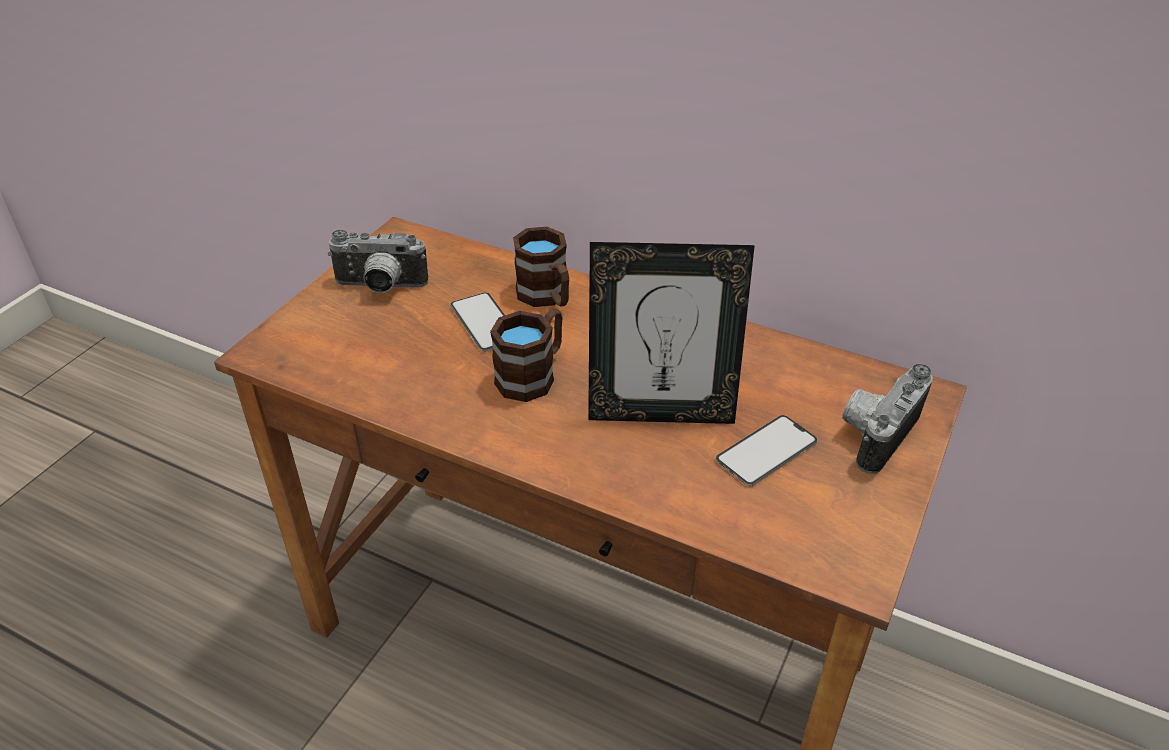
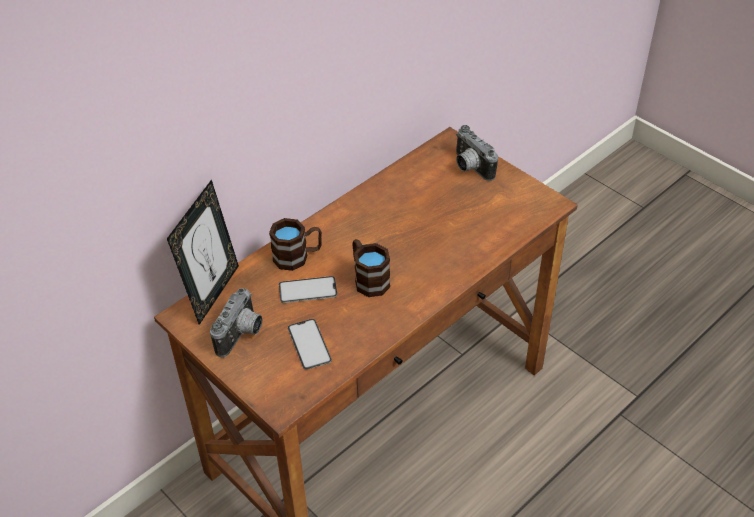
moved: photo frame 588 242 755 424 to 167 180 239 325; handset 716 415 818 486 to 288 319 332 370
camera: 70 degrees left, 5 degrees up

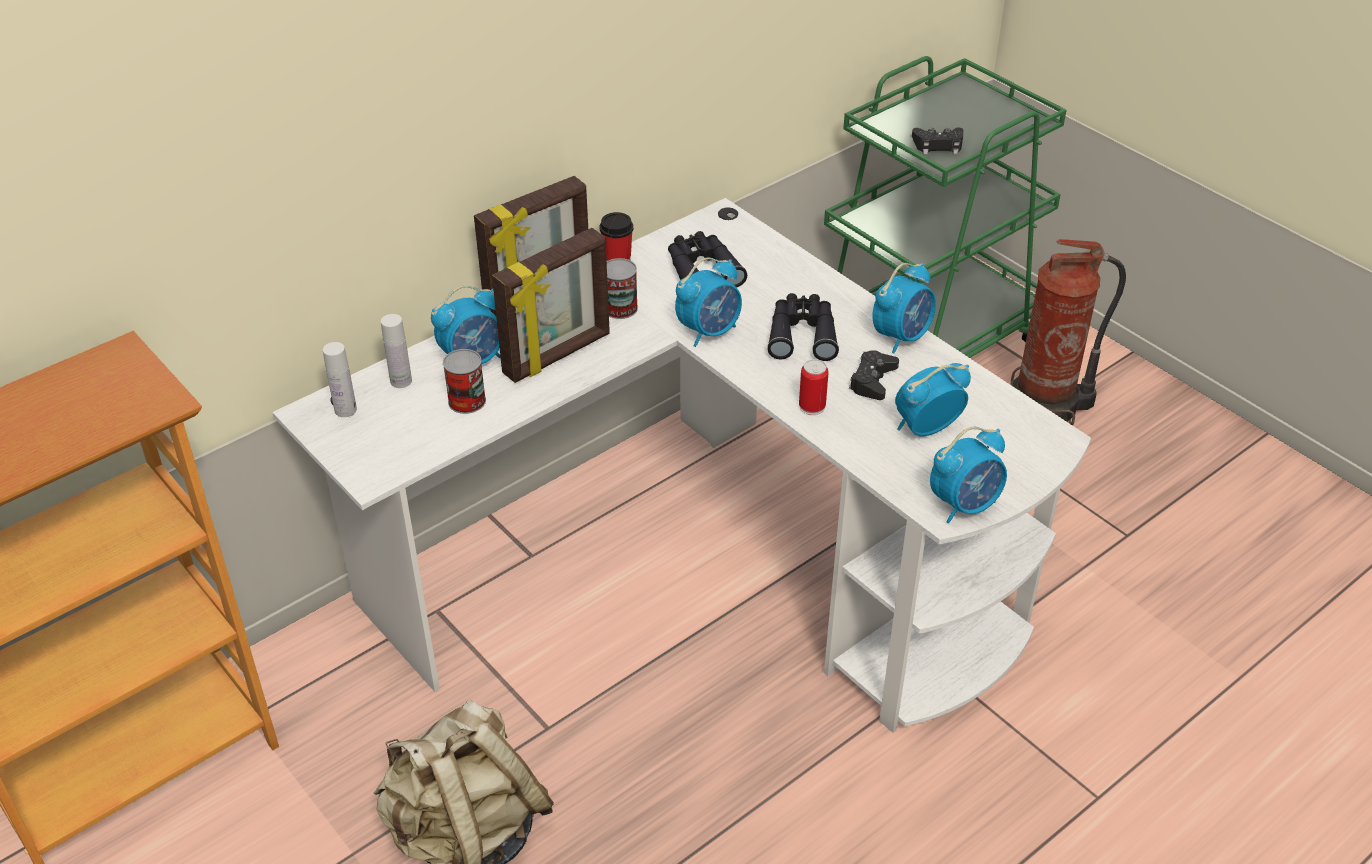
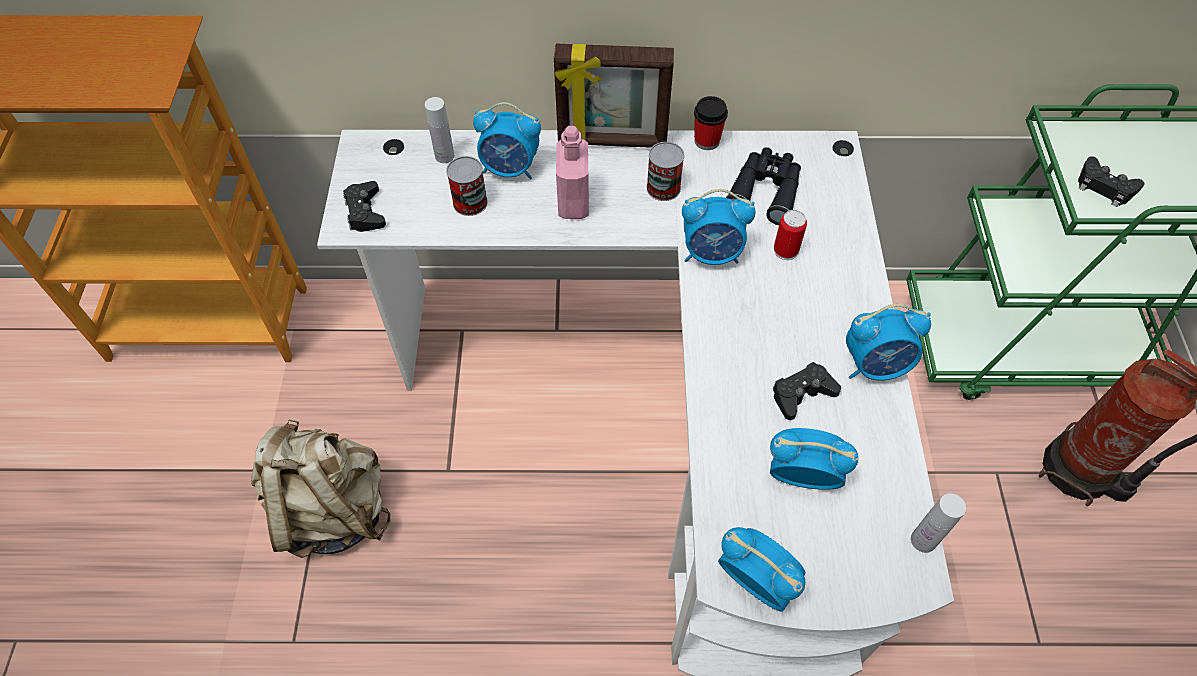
removed: pair of binoculars/black-coloured 767 293 839 361
added: joypad/black-coloured 343 181 386 232
moved: beverage bottle/white 323 342 357 417 to 911 493 966 553; sealed can 799 359 829 415 to 774 210 807 260
replaced: photo frame 492 228 610 383 to beverage bottle/pinkish 556 126 589 219
turned: table clock 930 427 1007 523 = 718 527 805 612 150 degrees counterclockwise
camera: 40 degrees right, 15 degrees up

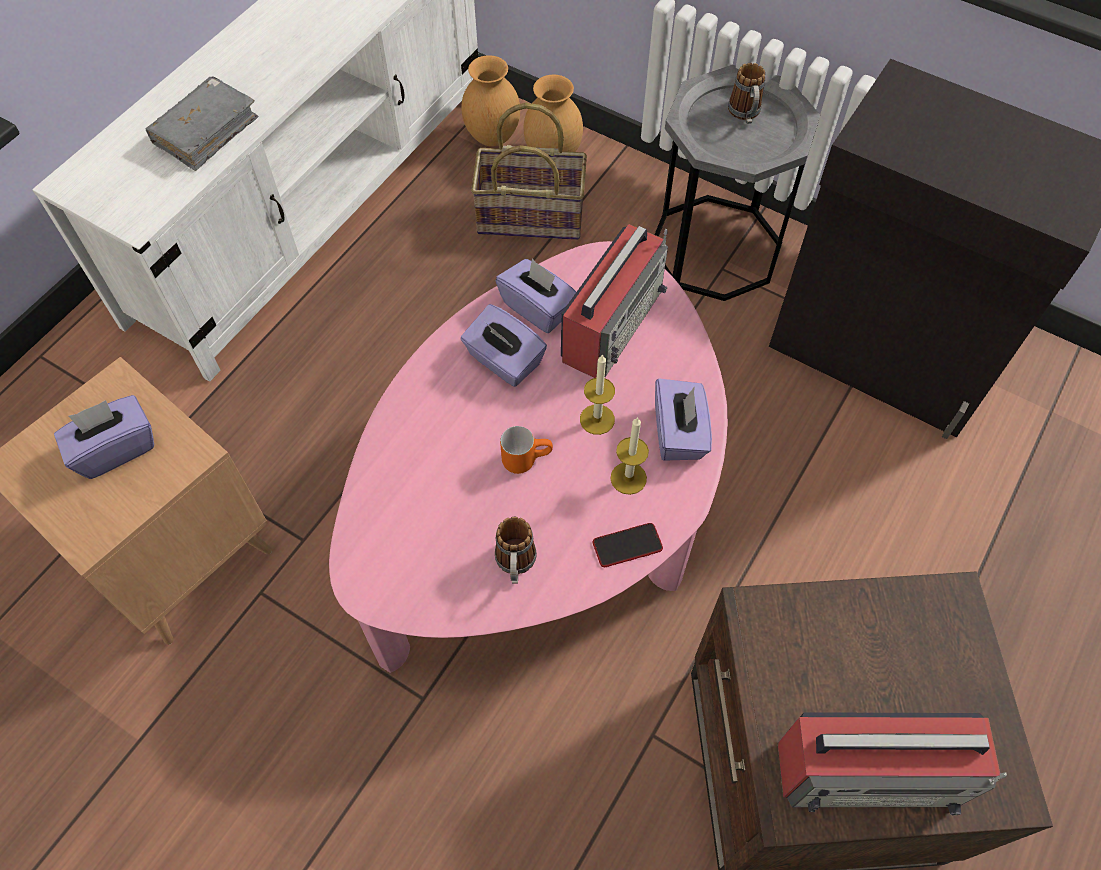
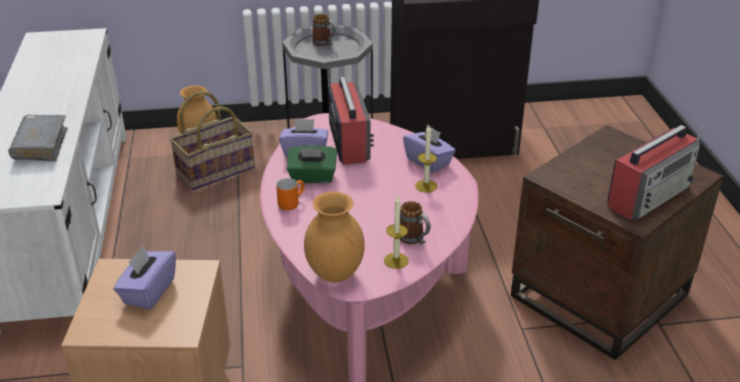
removed: handset 593 523 663 567
moved: vase/brownish 461 55 520 146 to 304 192 365 283; coffee mug/orange 500 426 553 474 to 276 178 304 210; wax candle 580 354 615 435 to 384 196 409 269
recoloured: box of tissues/purple-coloured 460 304 547 387 to box of tissues/greenish 287 145 337 183
camera: 40 degrees left, 25 degrees down

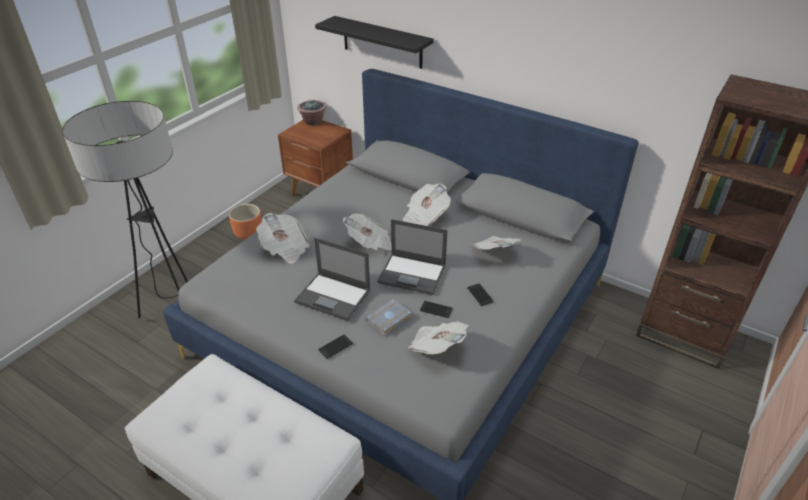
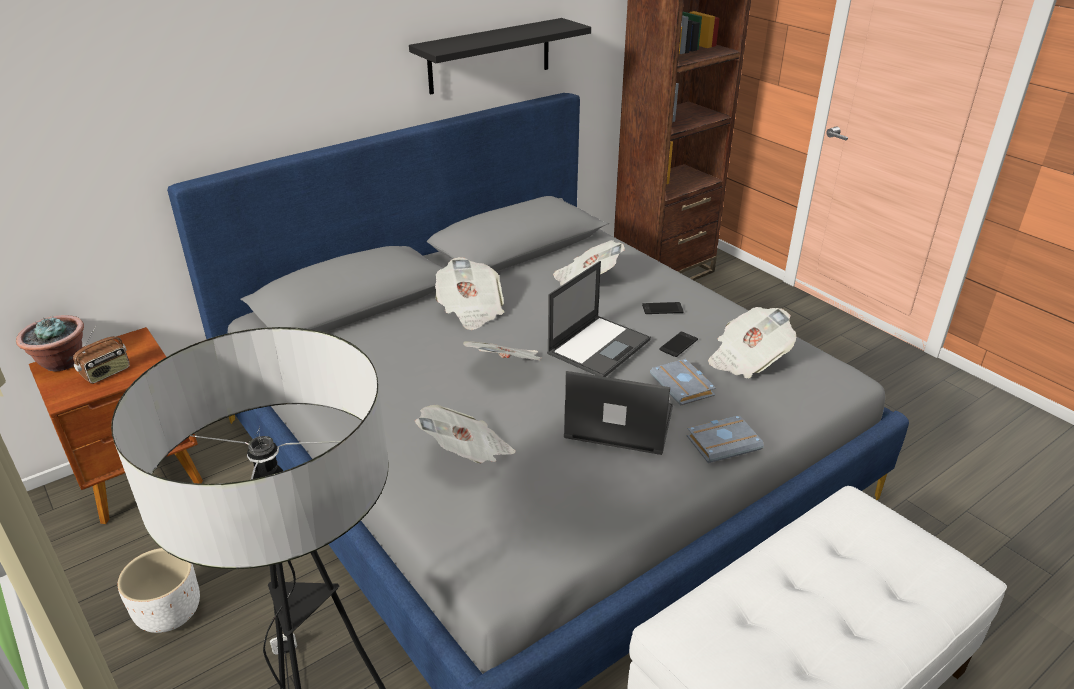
added: radio 73 325 130 384
moved: bracket shelf/black-coloured 315 16 434 69 to 409 18 591 95
replaced: handset 318 335 353 359 to volume/gray 687 415 764 463
recoloured: planter/orange 229 204 262 240 to planter/white 118 548 200 633
turned: laptop 294 238 371 321 = 564 371 673 455 120 degrees counterclockwise
camera: 70 degrees left, 5 degrees down

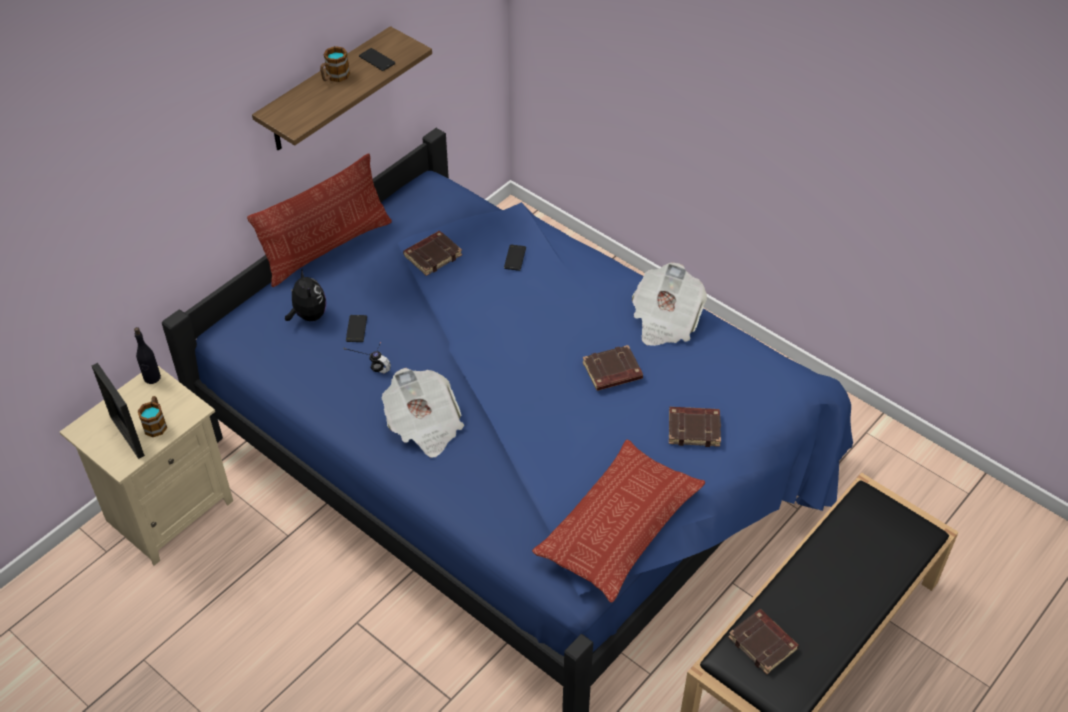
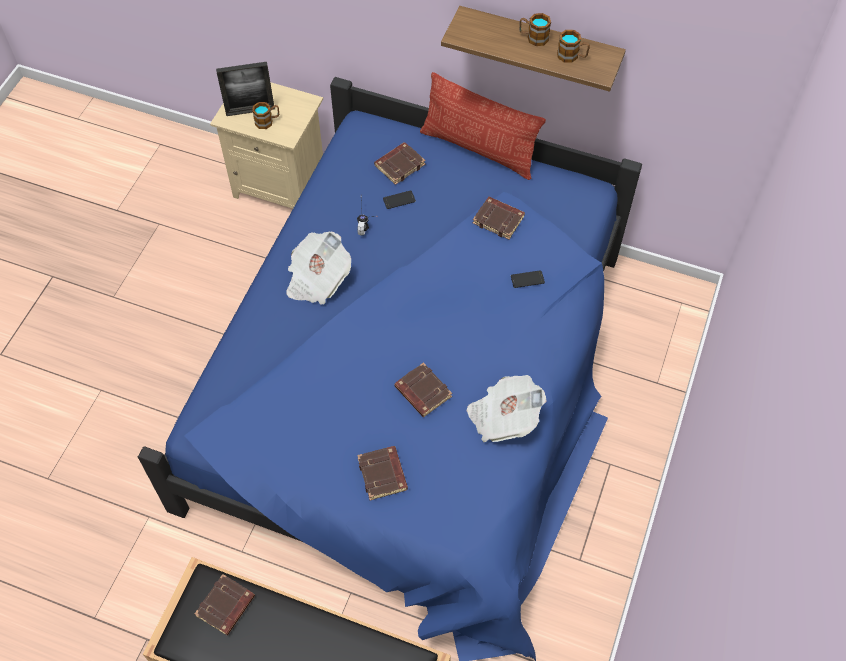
removed: beverage bottle/black-coloured 134 327 161 384; cushion 532 440 705 603
replaced: cuddly toy 285 269 327 321 to volume/brownish 374 142 426 185; handset 359 48 395 71 to coffee mug 557 30 590 63
turned: photo frame 92 363 145 459 = 216 62 275 116 135 degrees counterclockwise
camera: 70 degrees right, 10 degrees up

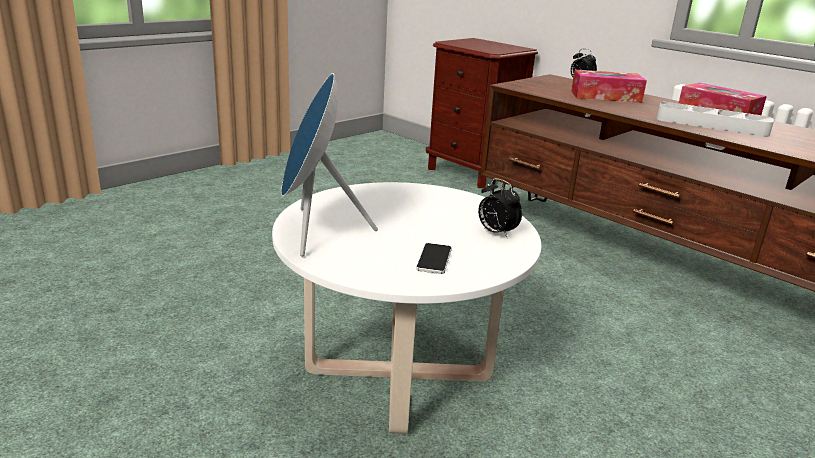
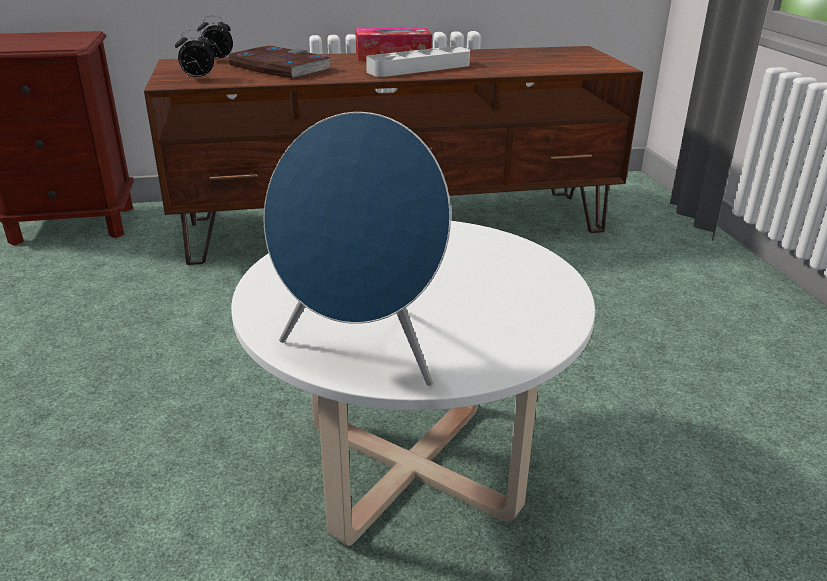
removed: handset 416 243 452 274
moved: table clock 478 178 522 238 to 175 30 214 80
replaced: box of tissues 571 70 647 103 to volume 229 46 333 78
camera: 55 degrees left, 5 degrees up

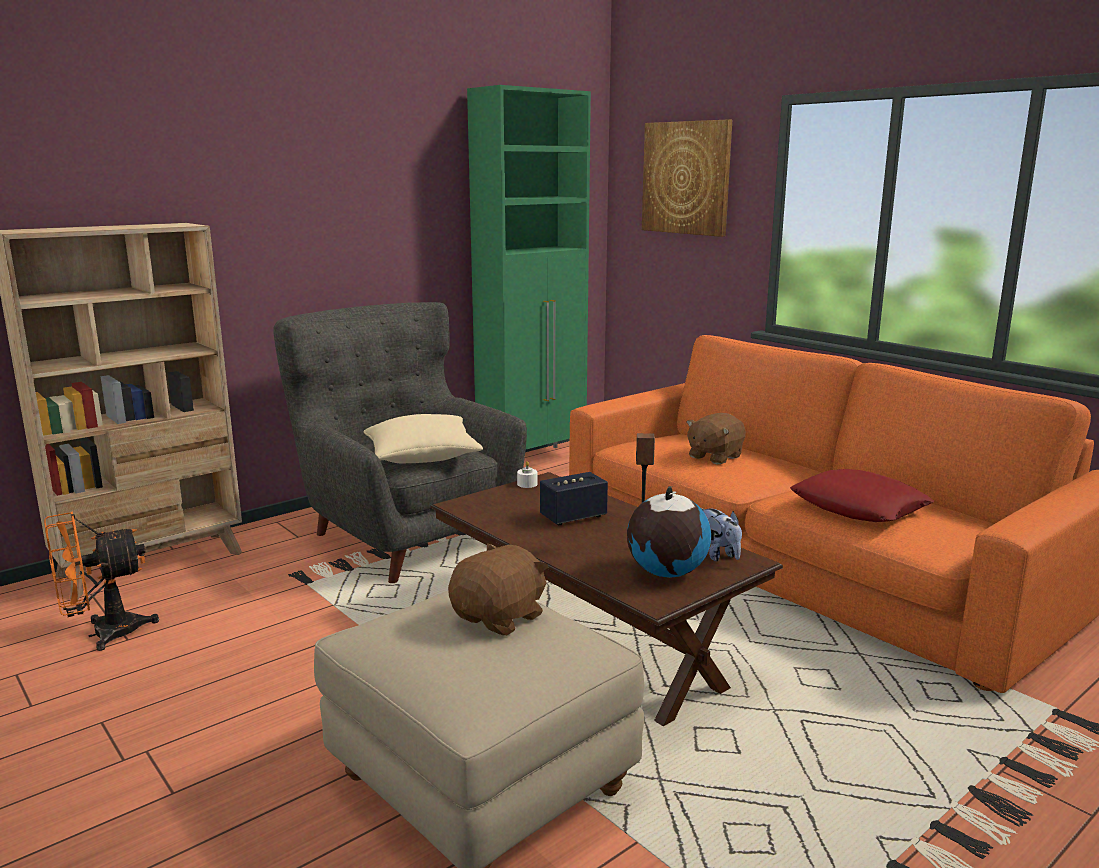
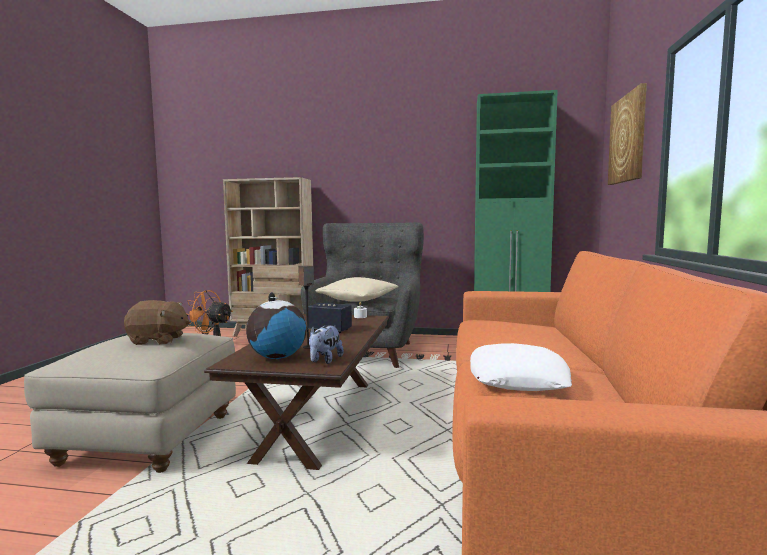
removed: cuddly toy/brownish 686 413 746 464
recoloured: cushion/reddish 790 469 934 522 to cushion/white 470 343 572 391
camera: 50 degrees right, 10 degrees down

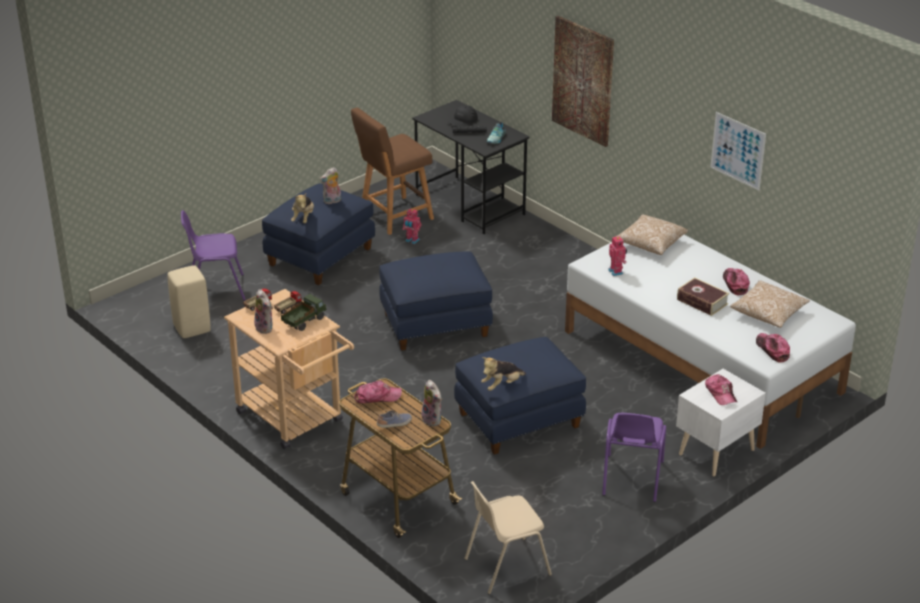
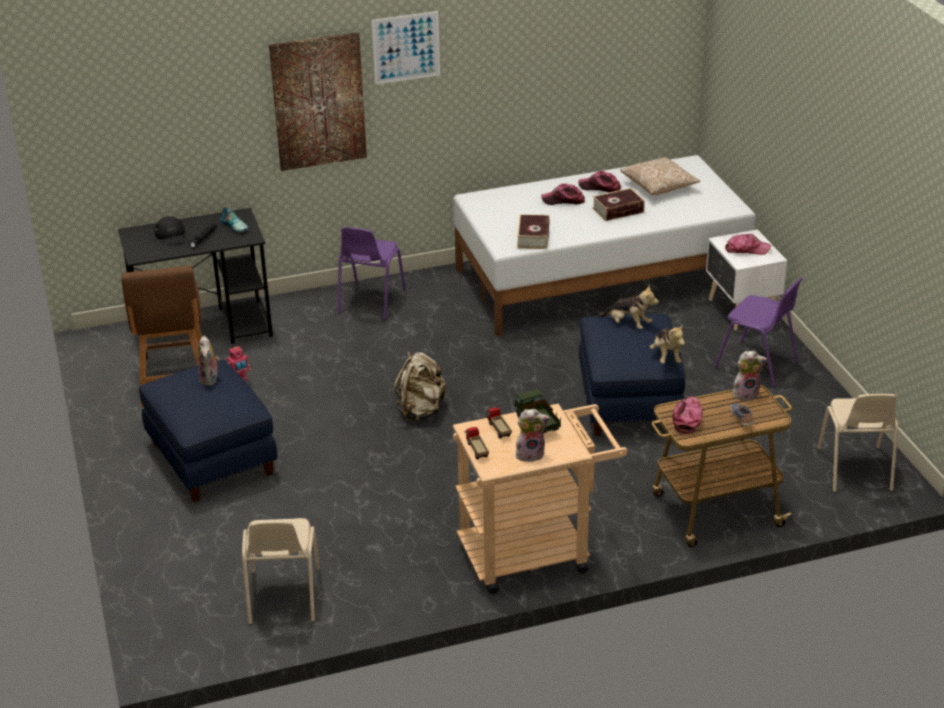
removed: cushion 616 214 688 255
moved: upright chair/purple-coloured 181 210 246 301 to 338 227 406 320; cuddly toy 291 193 314 223 to 597 285 659 329; picture 710 112 766 190 to 372 11 440 85; cap 756 333 790 363 to 541 183 585 205
replaced: stool seat/beige 167 265 211 338 to upright chair/beige 242 518 320 625; footrest/blue 379 252 493 351 to knapsack/beige 394 351 447 422; model robot 608 235 627 276 to volume 517 214 550 249
camera: 65 degrees left, 0 degrees up

